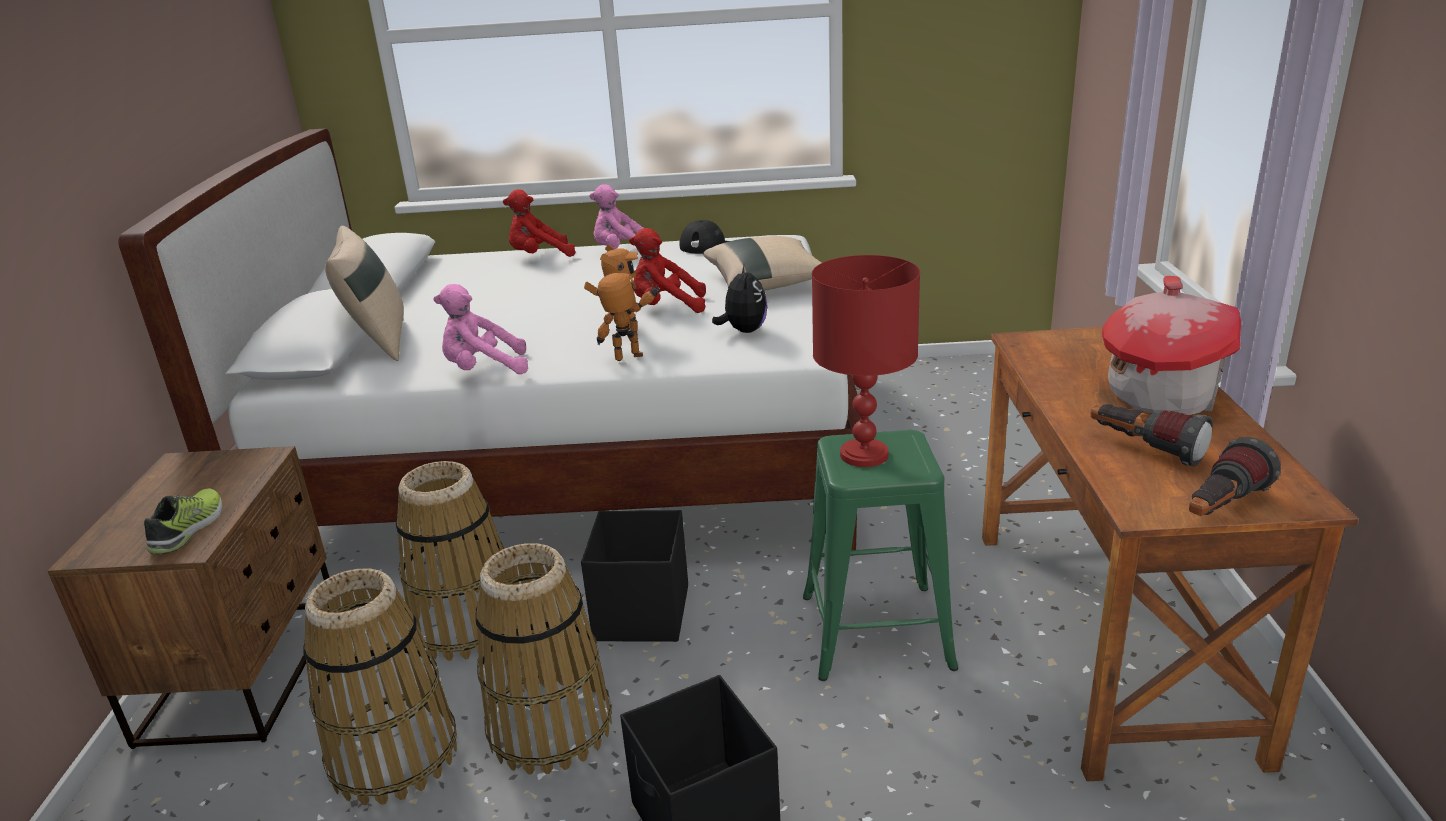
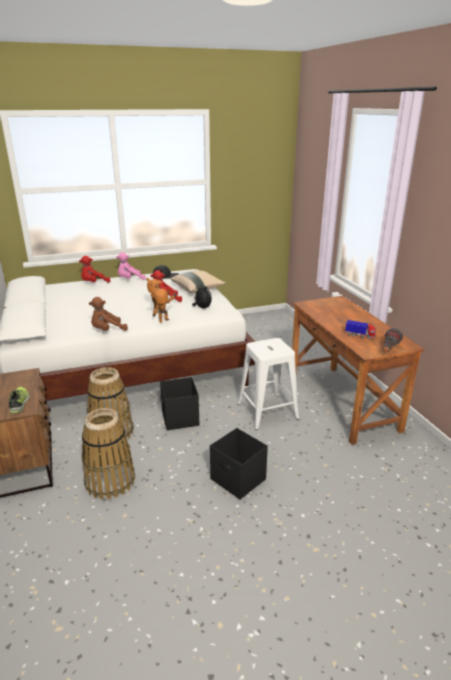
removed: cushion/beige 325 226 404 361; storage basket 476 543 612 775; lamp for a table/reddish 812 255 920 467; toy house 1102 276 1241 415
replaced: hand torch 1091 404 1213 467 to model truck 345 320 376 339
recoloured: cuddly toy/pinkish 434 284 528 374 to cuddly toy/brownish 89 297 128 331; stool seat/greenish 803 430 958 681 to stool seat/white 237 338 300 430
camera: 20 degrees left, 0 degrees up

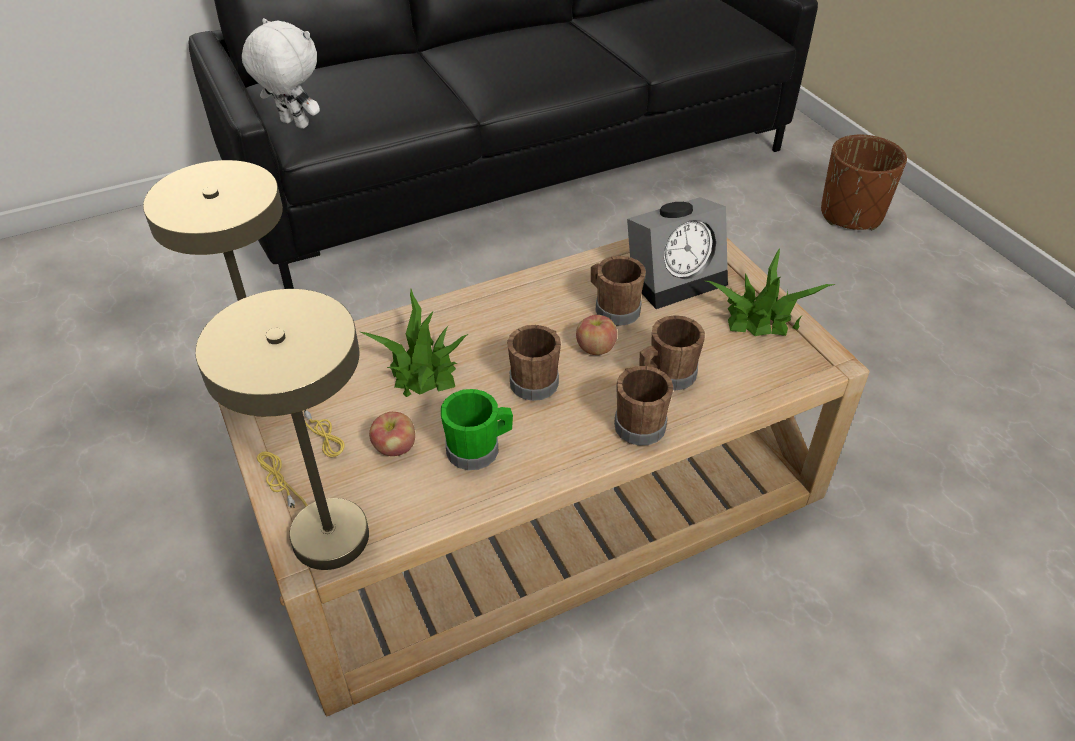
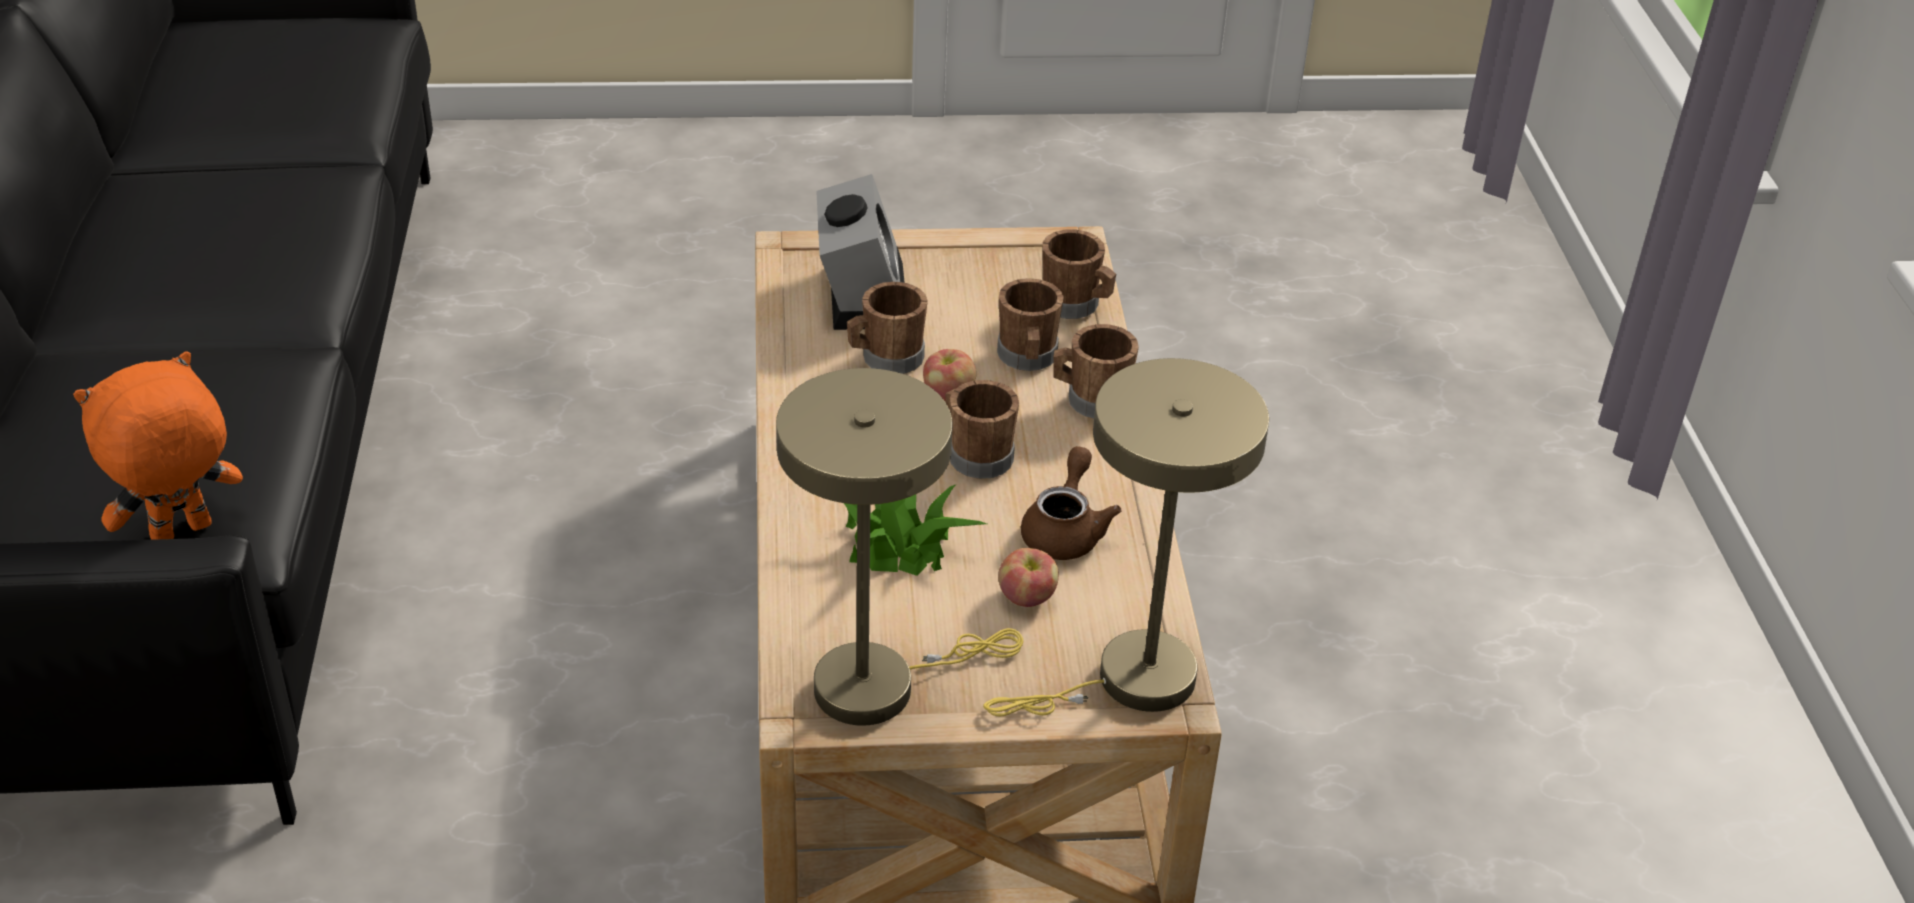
removed: plant in a pot 706 249 836 336; planter/brownish 821 135 907 230
added: coffee mug/brownish 1042 229 1116 319
replaced: coffee mug/greenish 441 389 513 470 to teapot/brownish 1021 446 1121 560
recoloured: cuddly toy/white 242 18 320 129 to cuddly toy/orange 73 351 243 540
camera: 70 degrees left, 5 degrees down

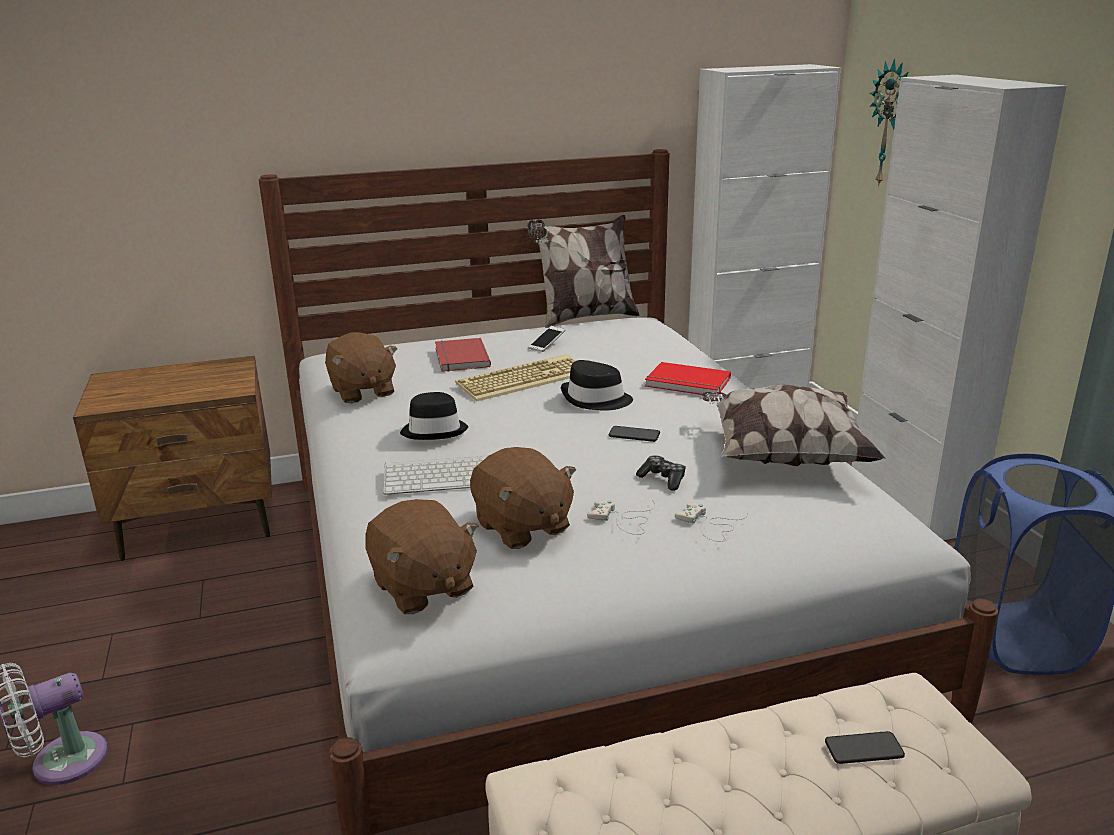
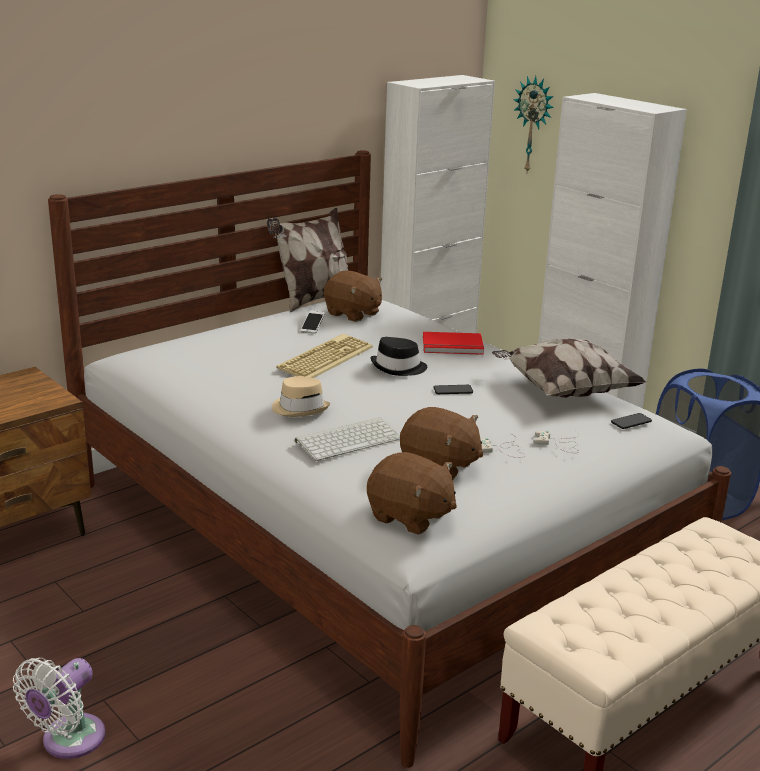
removed: volume/reddish 435 338 491 372; joypad 636 455 686 491
moved: cuddly toy/brownish 325 333 397 403 to 324 270 382 322; handset 825 731 905 764 to 611 413 652 429
recoloured: hat/black-coloured 400 392 468 440 to hat/beige 272 376 330 417
camera: 25 degrees left, 0 degrees up

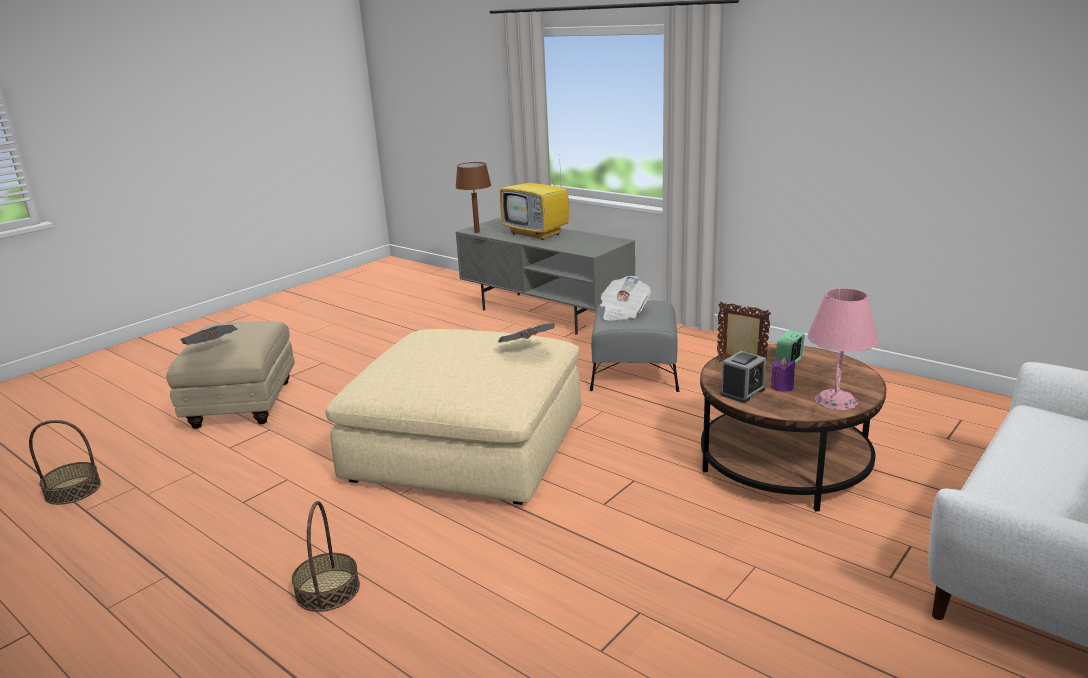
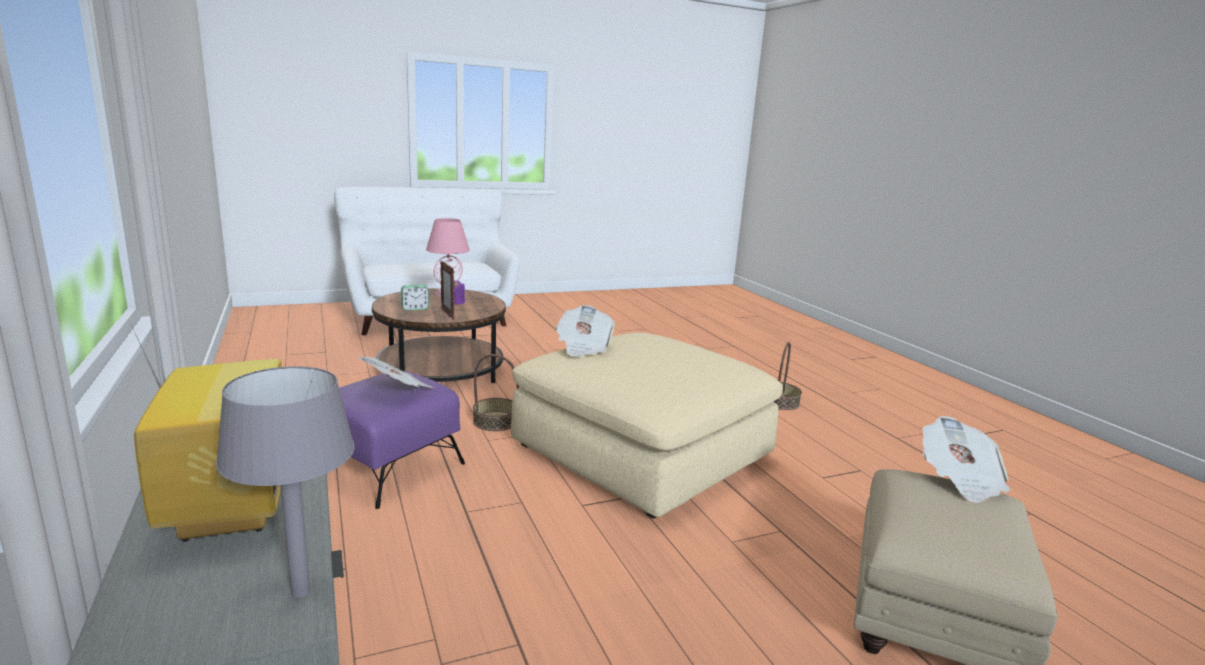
removed: table clock 720 351 766 403
moved: storage basket 29 420 101 505 to 473 354 519 431
recoloured: lamp for a table/brownish 455 162 491 233 to lamp for a table/gray 216 366 355 598; footrest/gray 590 300 679 392 to footrest/purple-coloured 339 371 465 509
camera: 155 degrees left, 5 degrees down

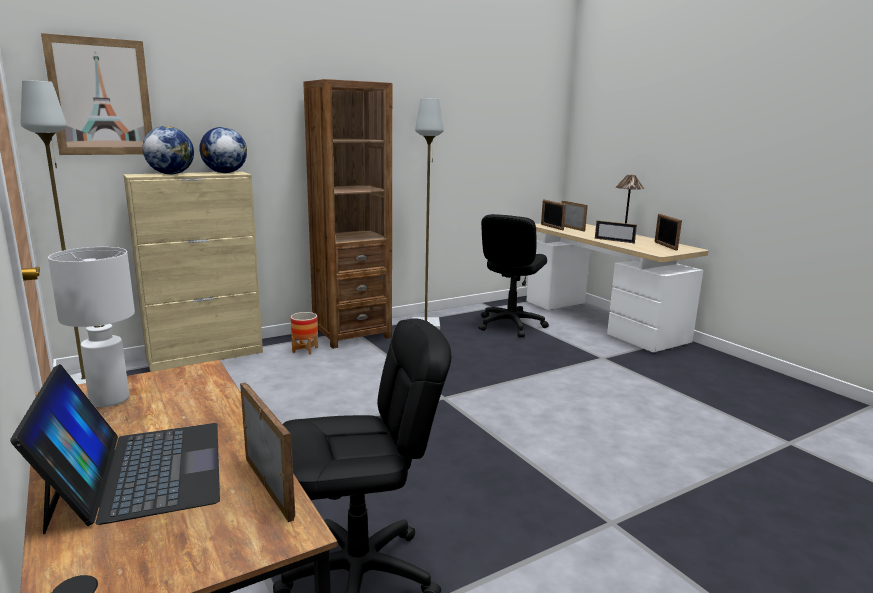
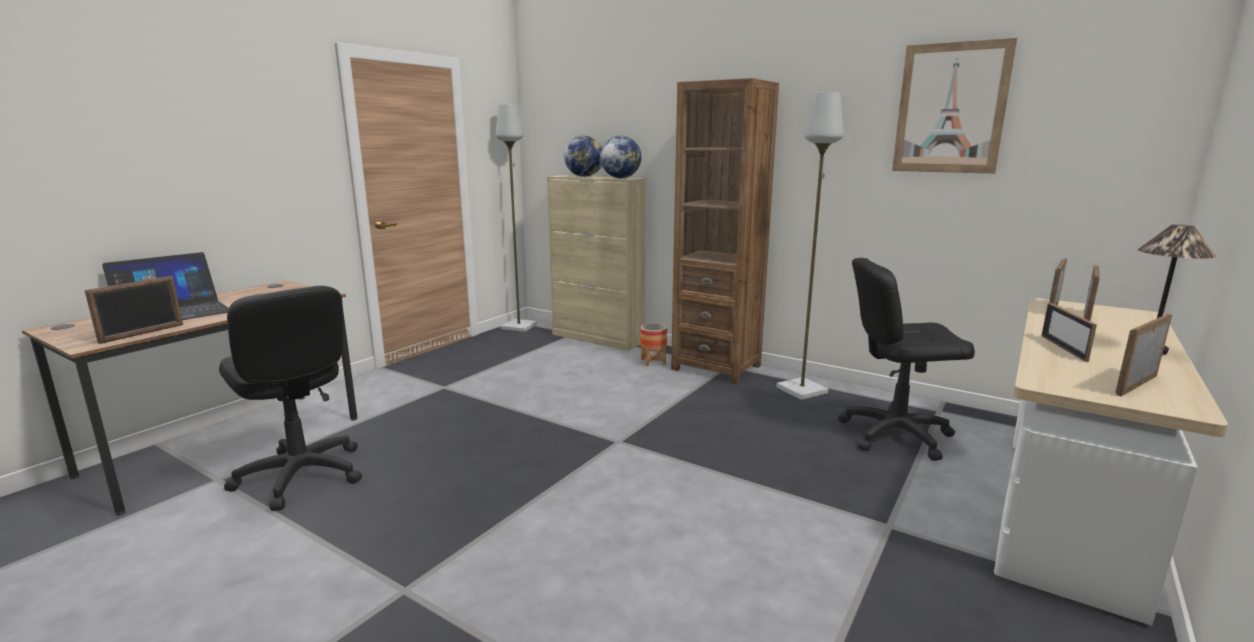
removed: lamp for a table/white 48 247 135 407
moved: picture 41 33 152 155 to 892 38 1017 174
camera: 65 degrees right, 0 degrees up

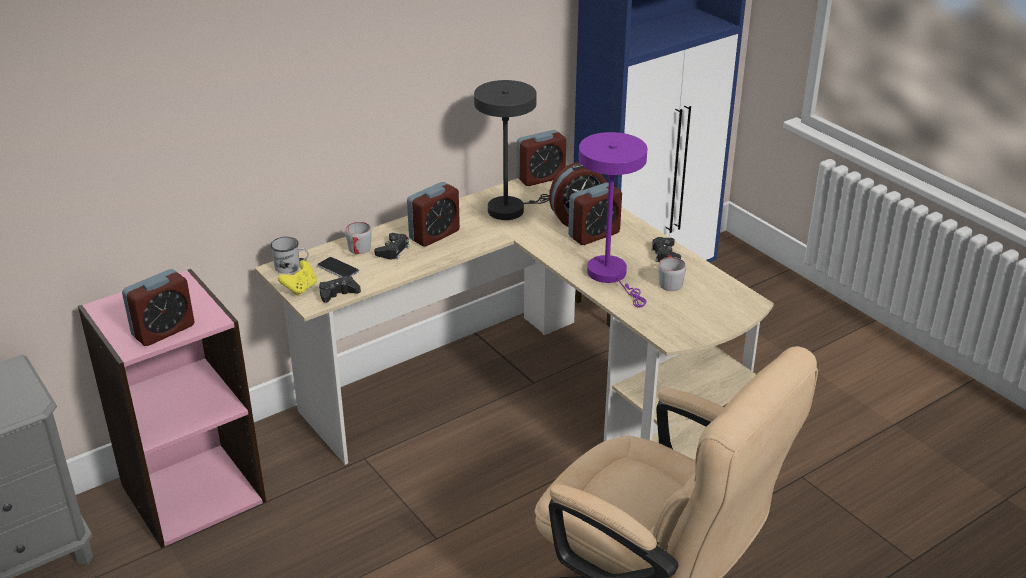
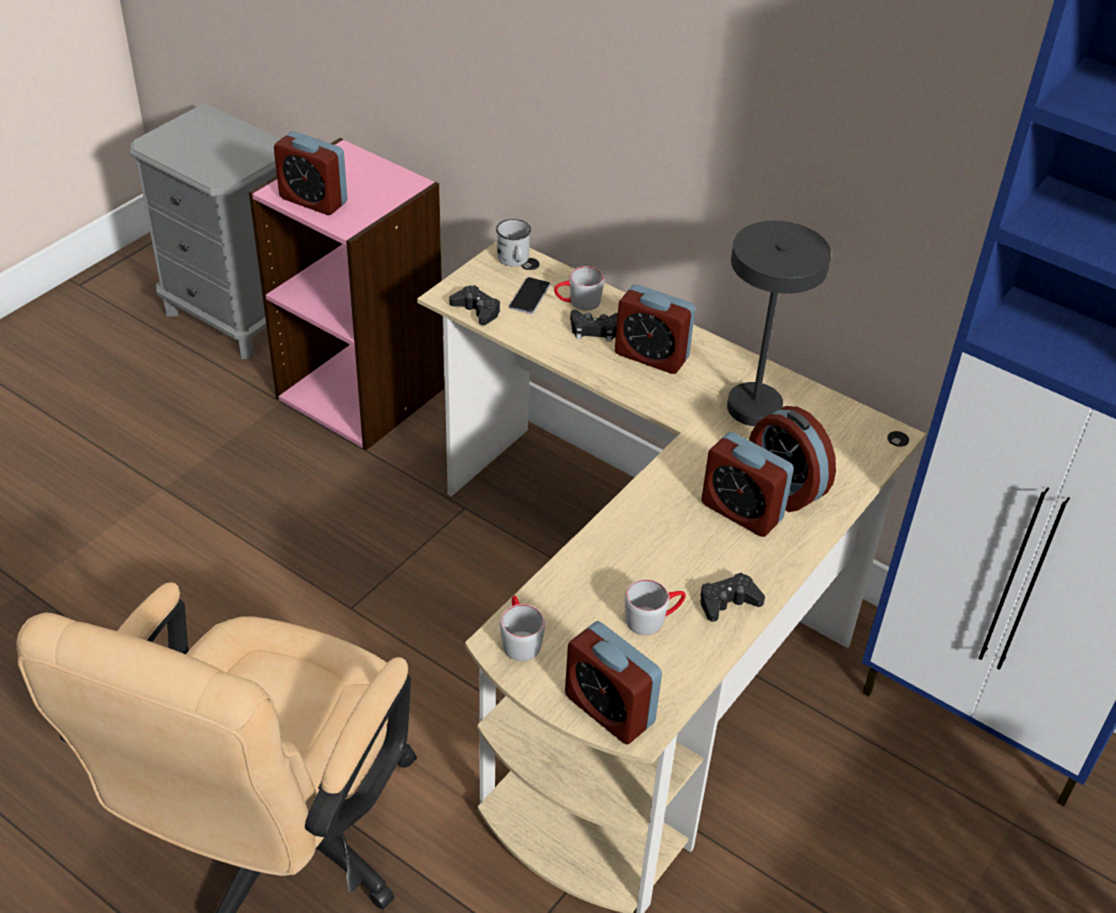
removed: joypad/yellowish 278 260 317 296; lamp for a table/purple-coloured 579 132 647 308
added: coffee mug/gray 500 596 545 661
moved: table clock 517 130 566 186 to 565 621 662 745
camera: 70 degrees right, 10 degrees up

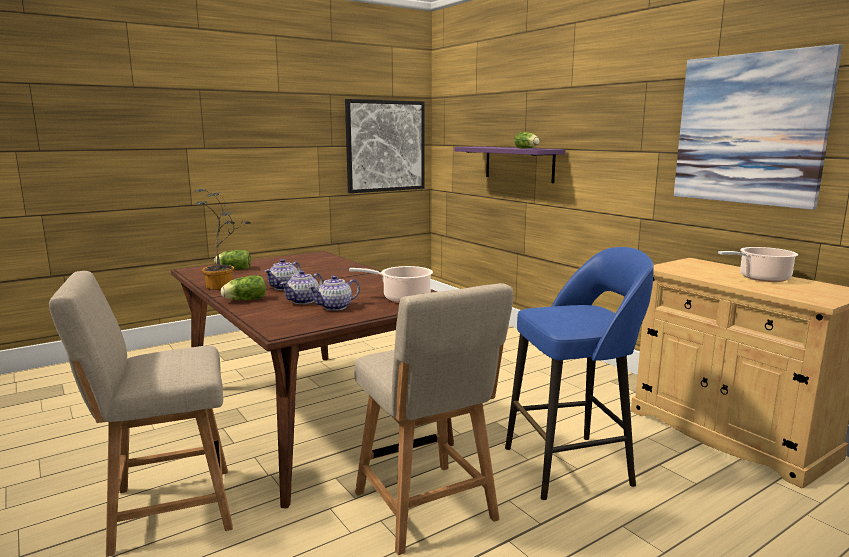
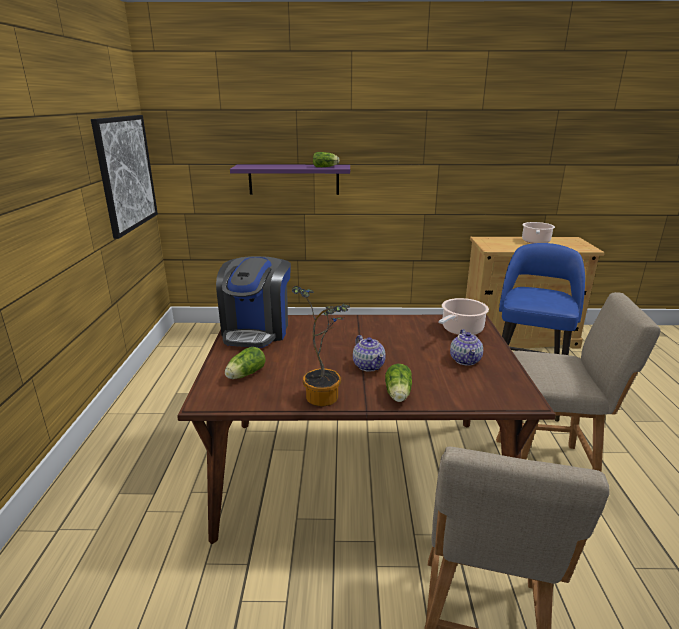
removed: teapot 280 270 323 304; picture 674 44 843 210
added: coffee maker 216 256 291 348
camera: 55 degrees left, 10 degrees up

